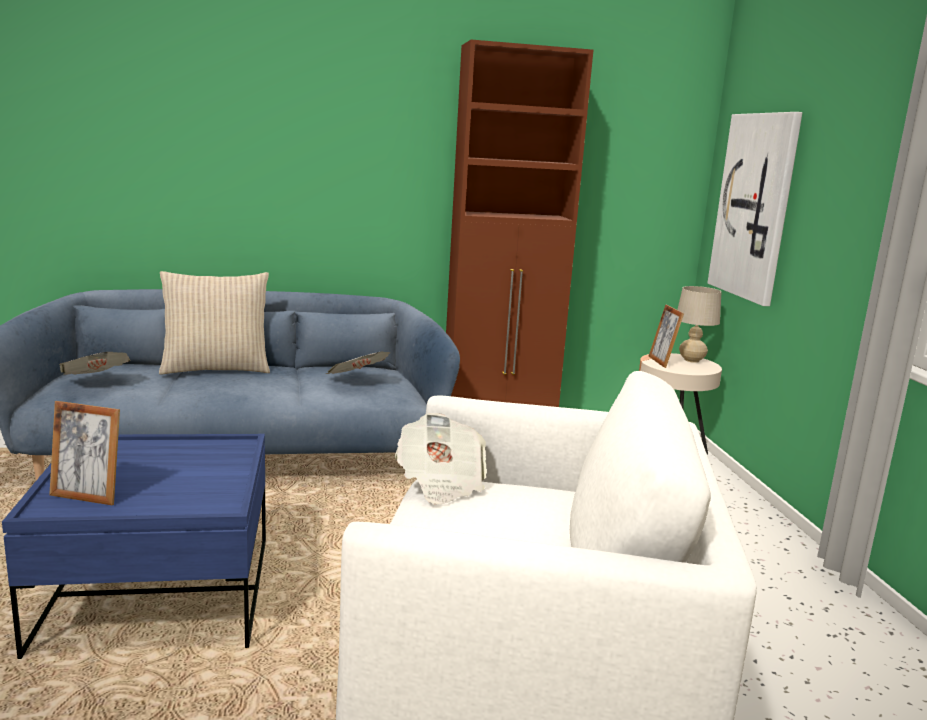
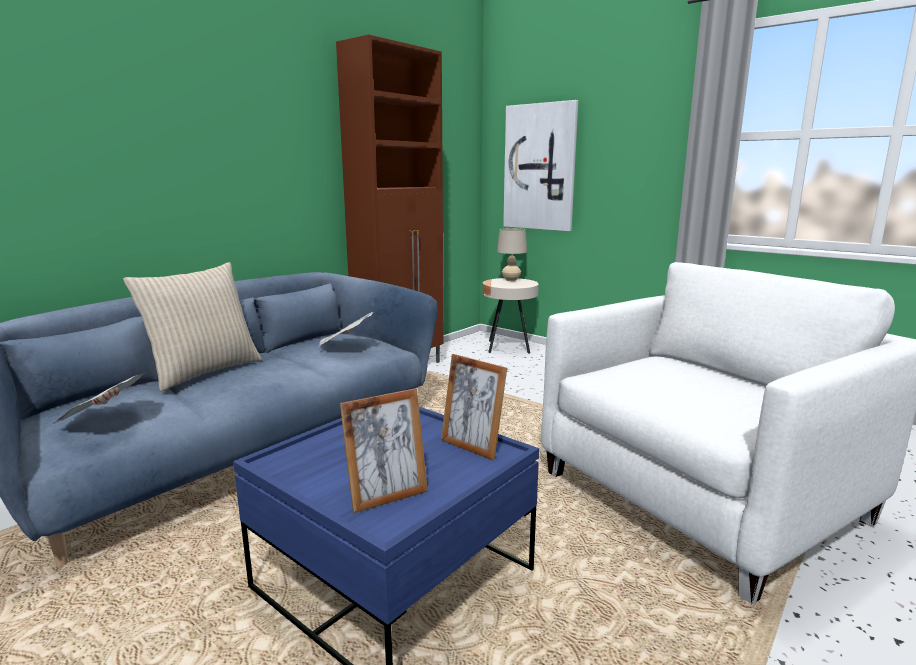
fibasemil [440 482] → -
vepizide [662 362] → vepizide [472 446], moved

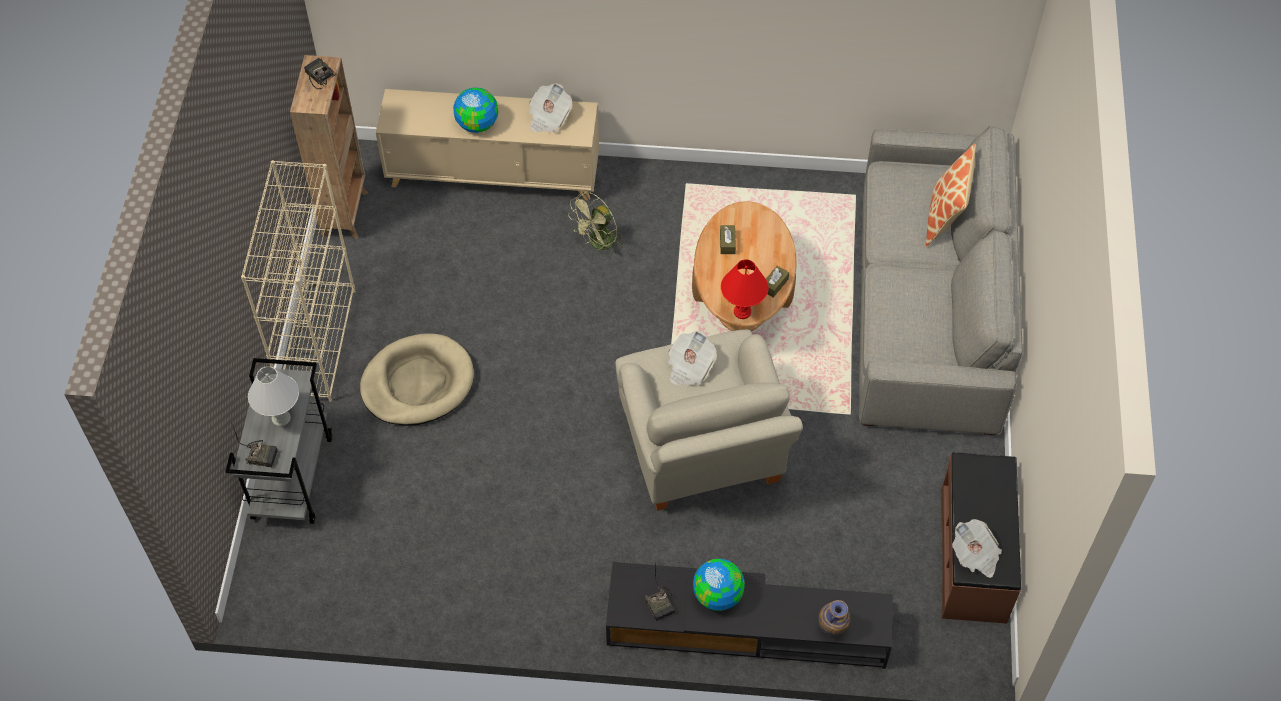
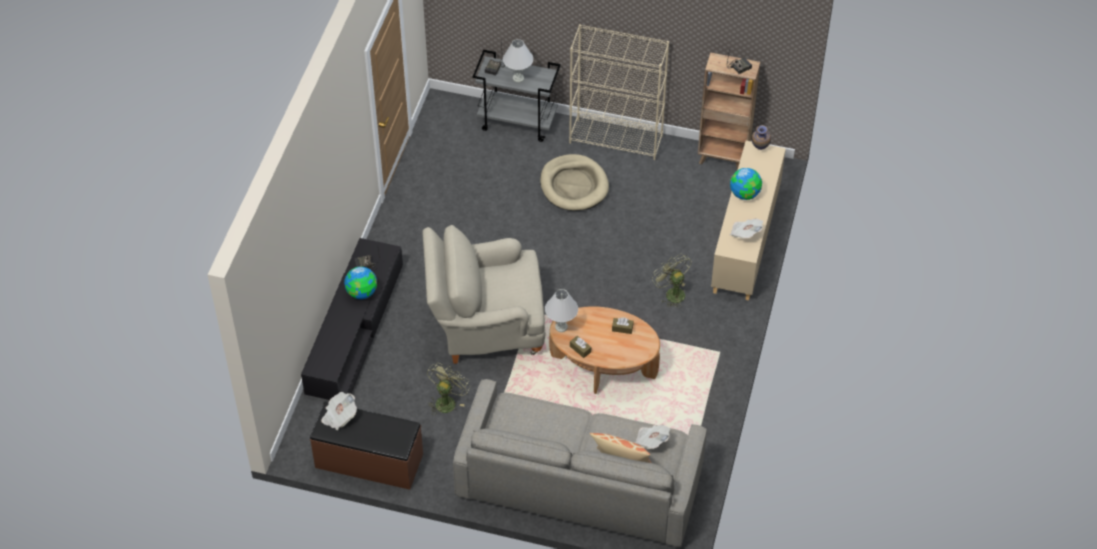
- → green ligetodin [446 400]
fibasemil [689 367] → fibasemil [651 441], moved
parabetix [832 629] → parabetix [759 149], moved
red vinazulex [742 311] → white vinazulex [561 327]

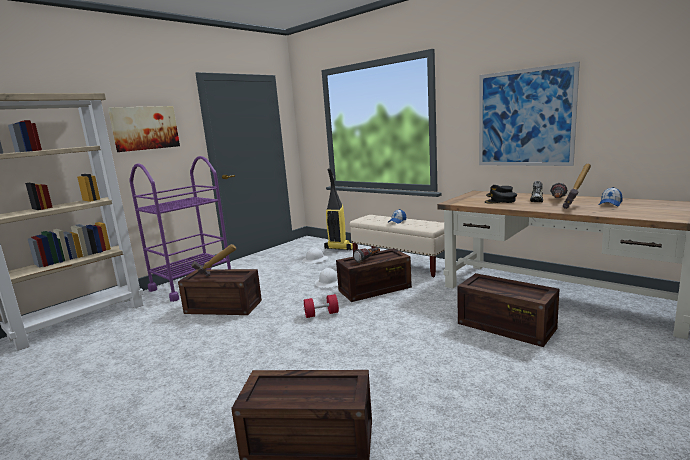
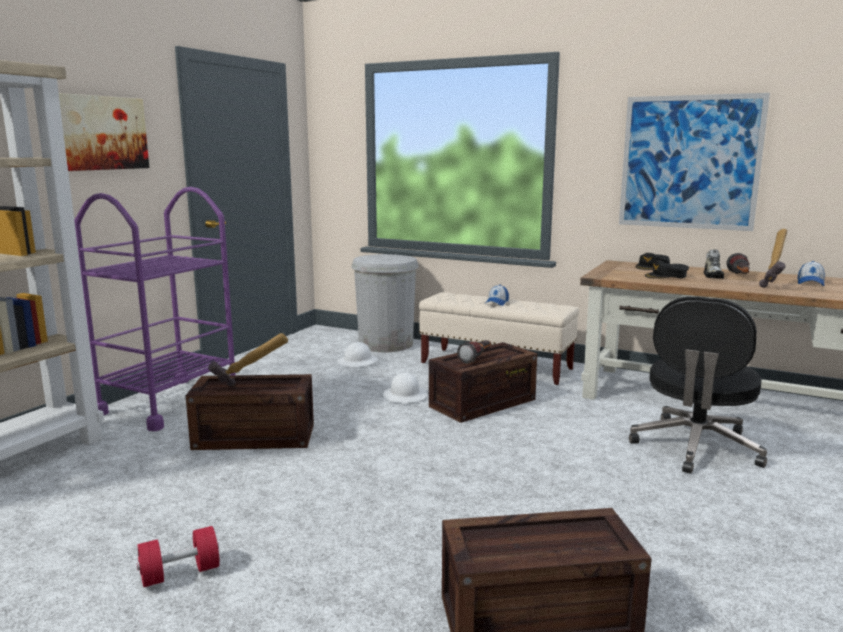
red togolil [321 314] → red togolil [180 573], moved
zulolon [340 248] → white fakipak [386 344]
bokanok [504 326] → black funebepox [695 447]

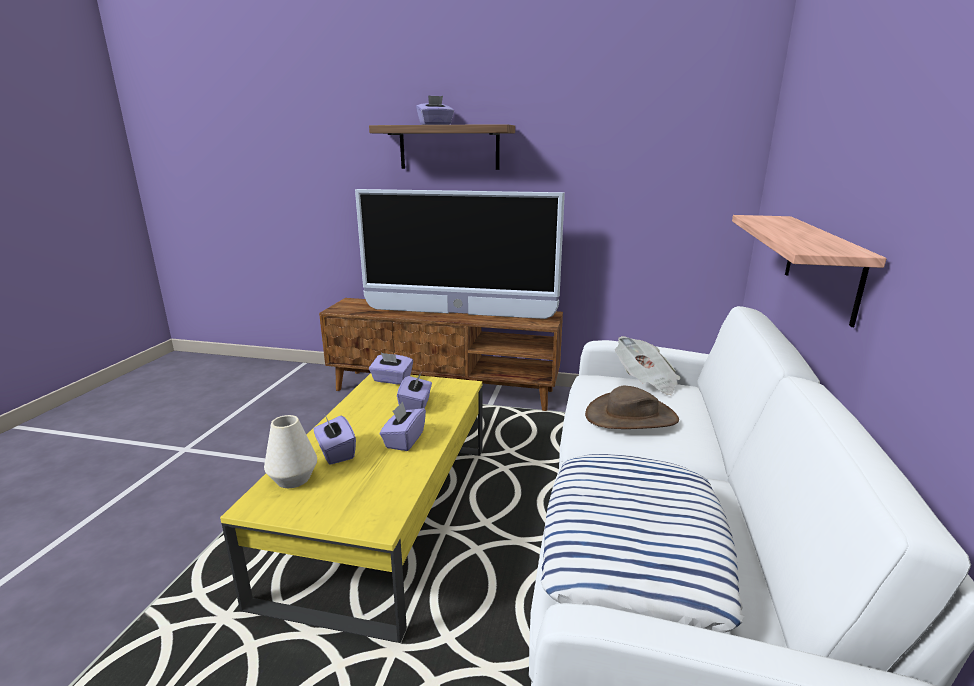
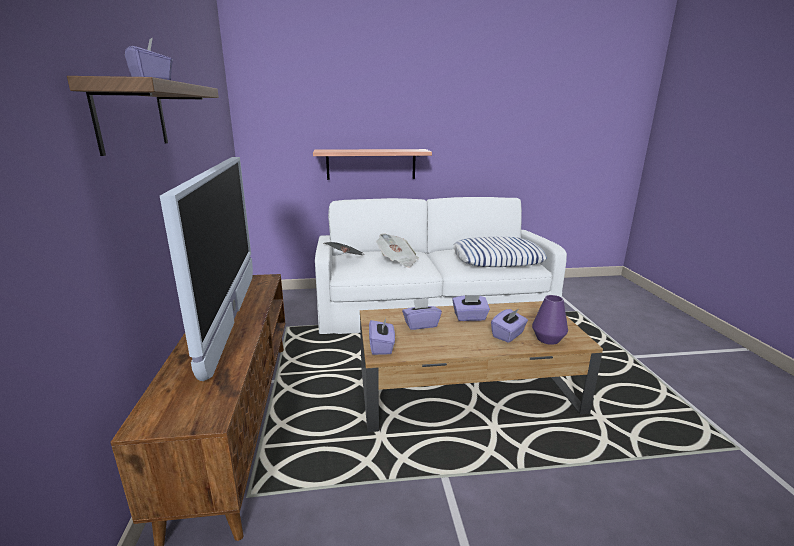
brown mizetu [631 417] → fibasemil [397 261]
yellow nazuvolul [385 516] → brown nazuvolul [467 389]
white parabetix [293 479] → purple parabetix [548 339]

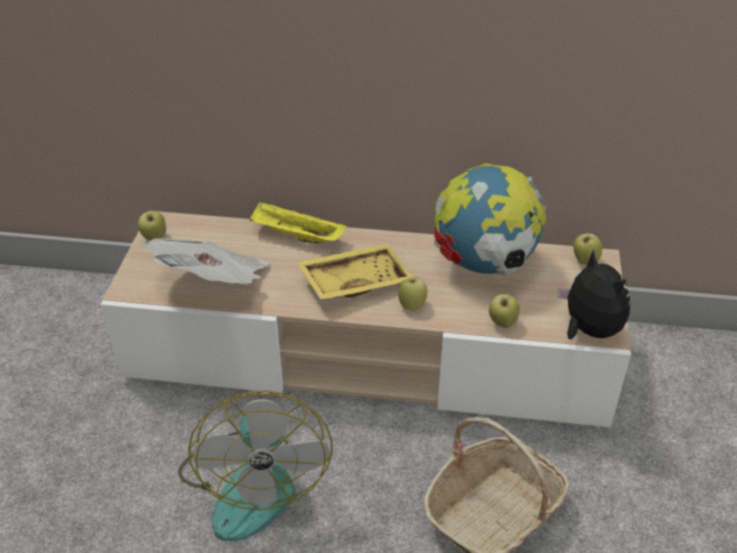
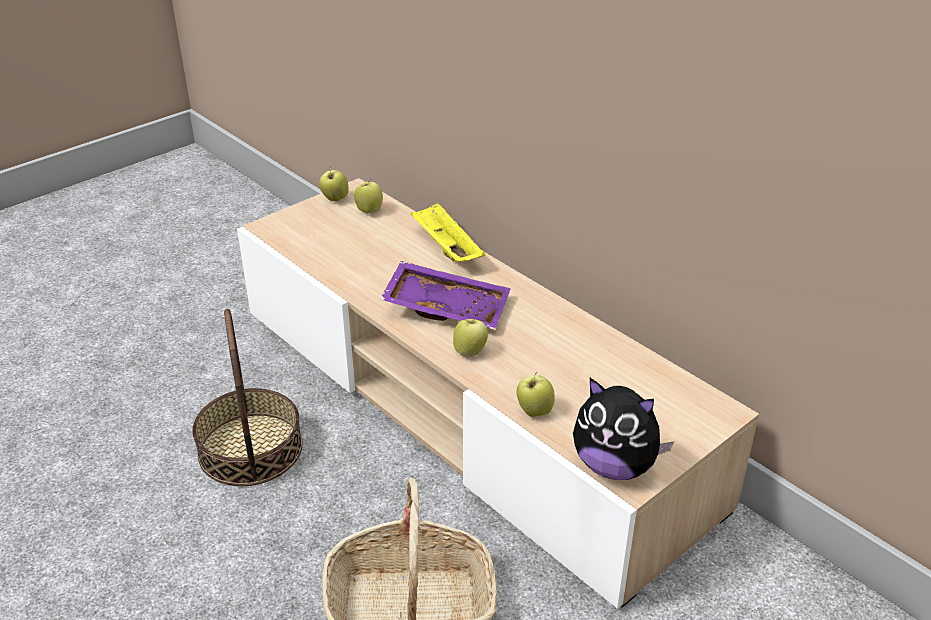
fibasemil [214 283] → -
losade [484 264] → -
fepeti [584 261] → fepeti [369 210], moved
ligetodin [253 482] → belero [251 449]
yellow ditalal [355 281] → purple ditalal [447 307]
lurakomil [588 330] → lurakomil [614 466], 105 degrees clockwise

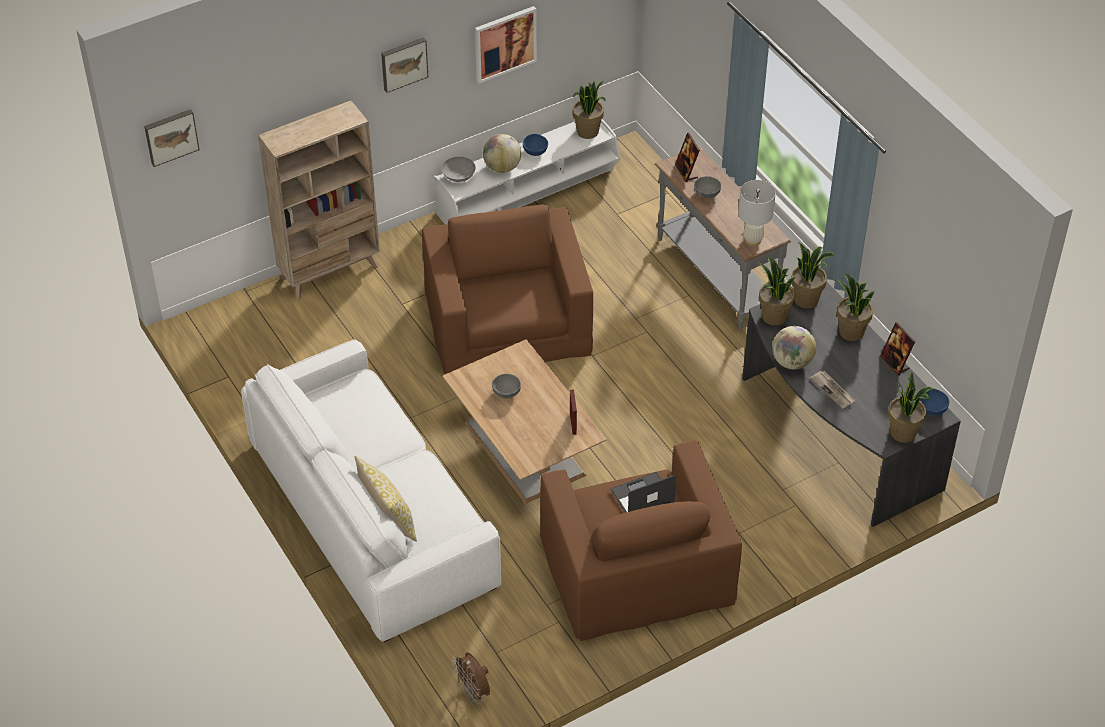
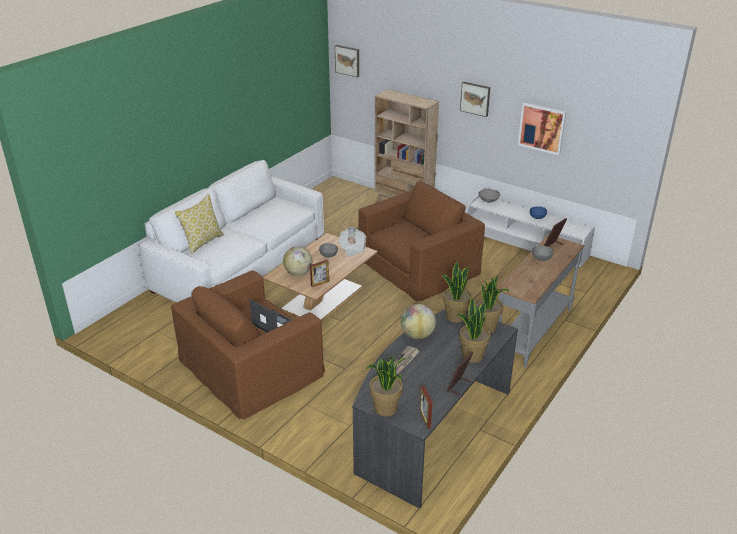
brown ligetodin [474 691] → -
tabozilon [588 132] → -
white vinazulex [752 240] → -
- → fibasemil [352 249]
losade [502 167] → losade [298 273], moved
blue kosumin [933 408] → vepizide [425 419]

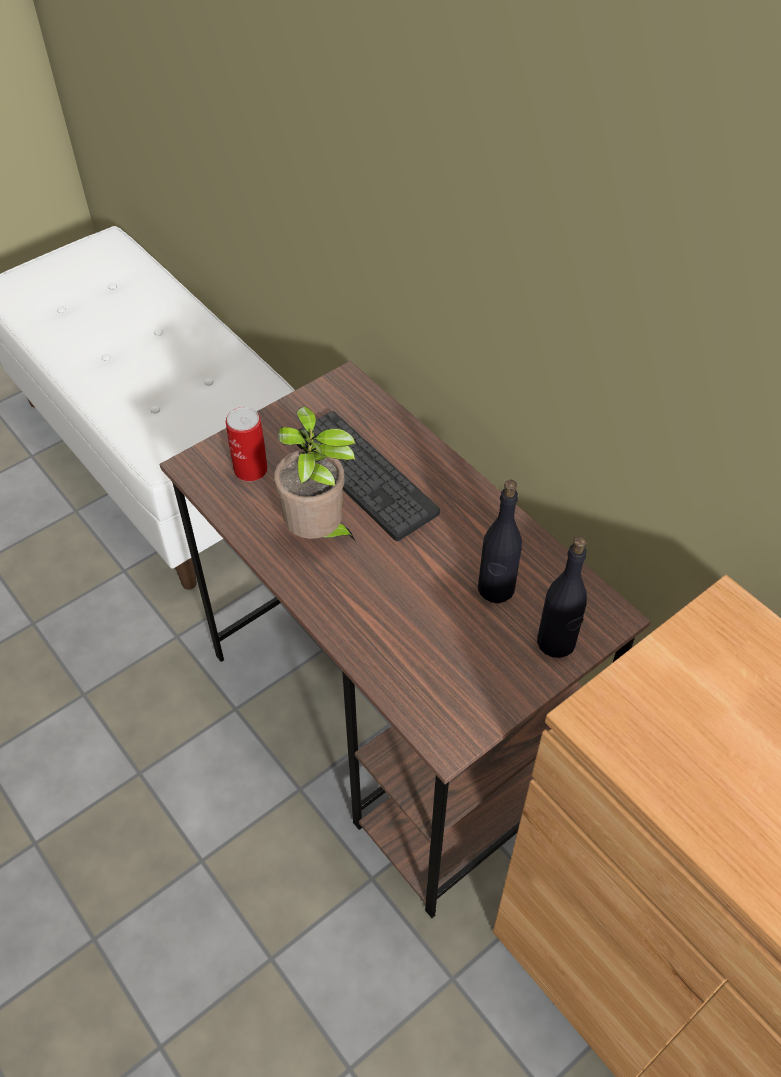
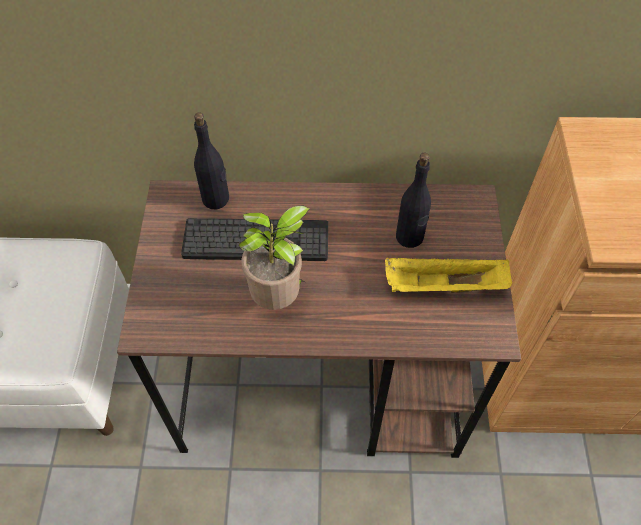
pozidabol [250 469] → -
- → yellow ditalal [443 287]
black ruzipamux [556 642] → black ruzipamux [216 199], moved

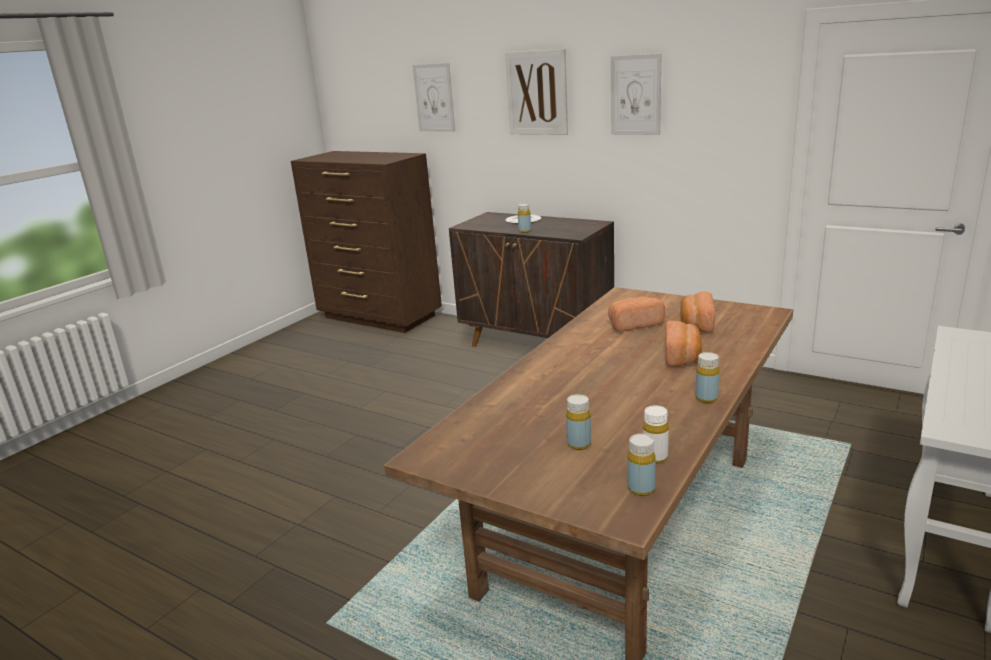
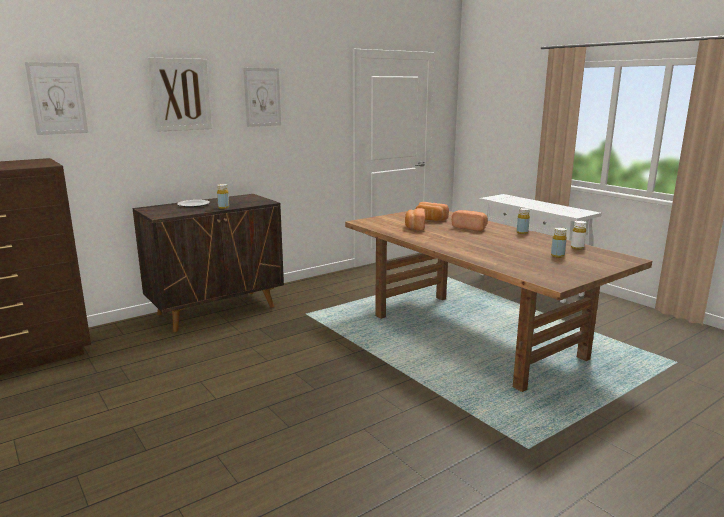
yellow ruzipamux [641 489] → -

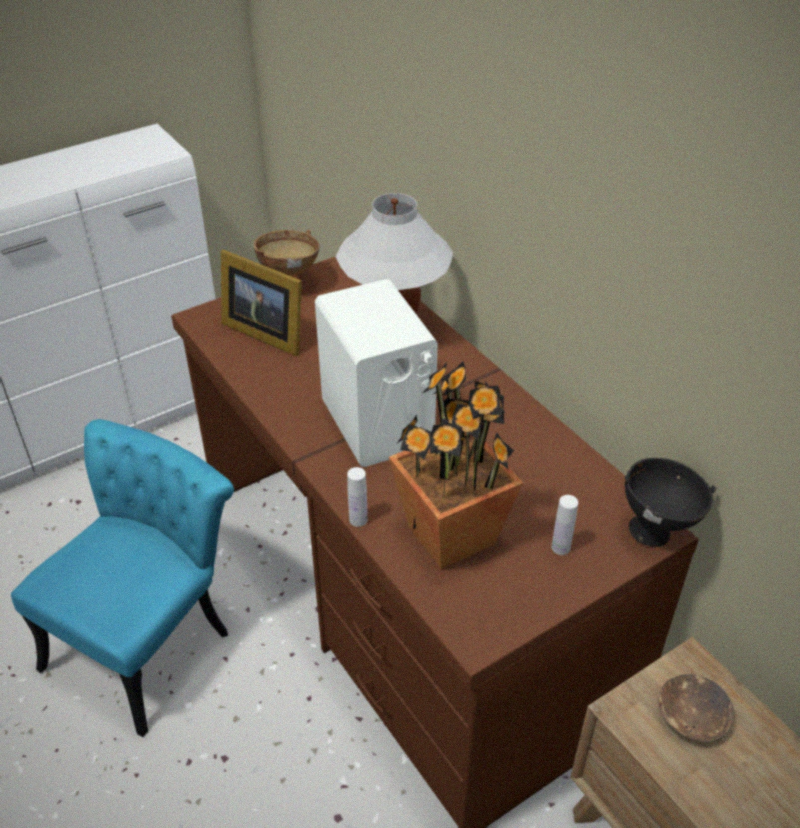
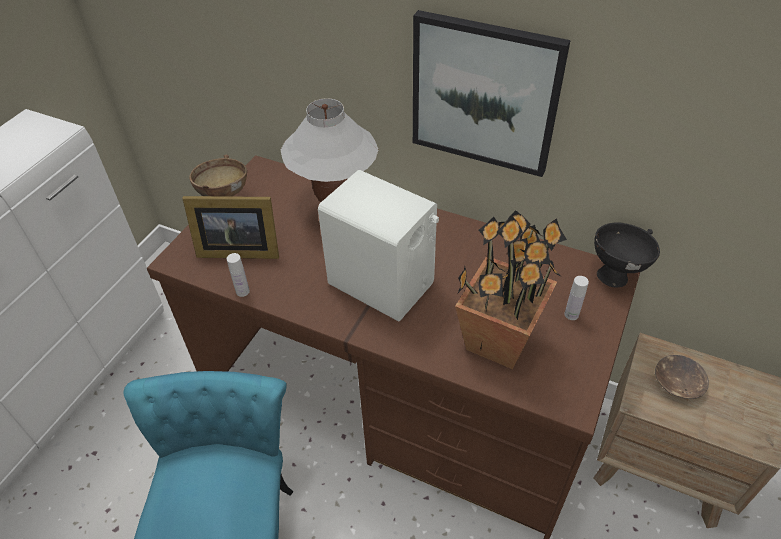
- → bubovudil [484 94]
white ruzipamux [358 519] → white ruzipamux [242 291], moved

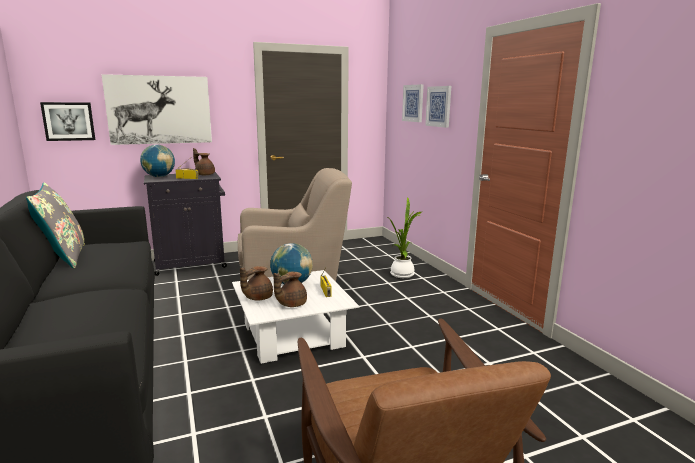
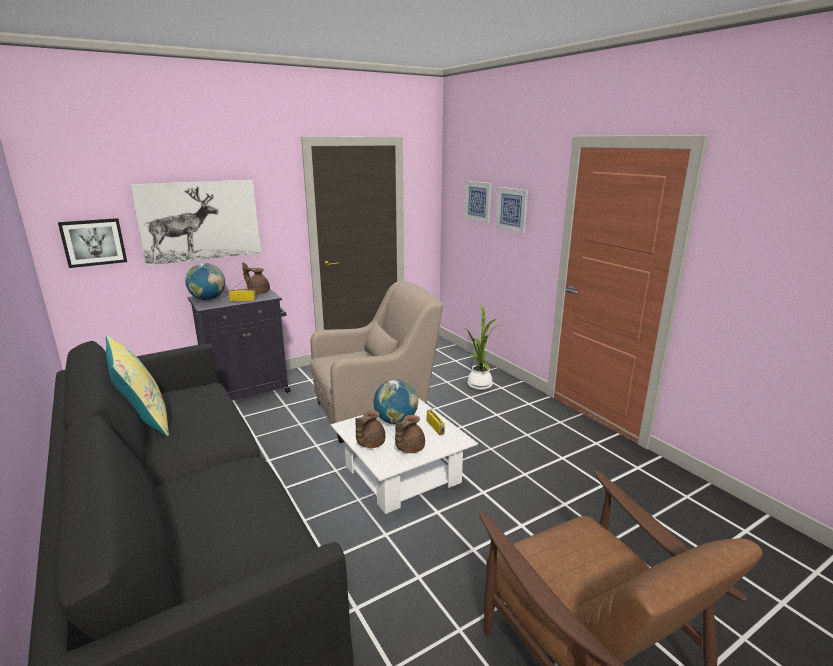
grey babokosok [64 257] → yellow babokosok [144 421]

